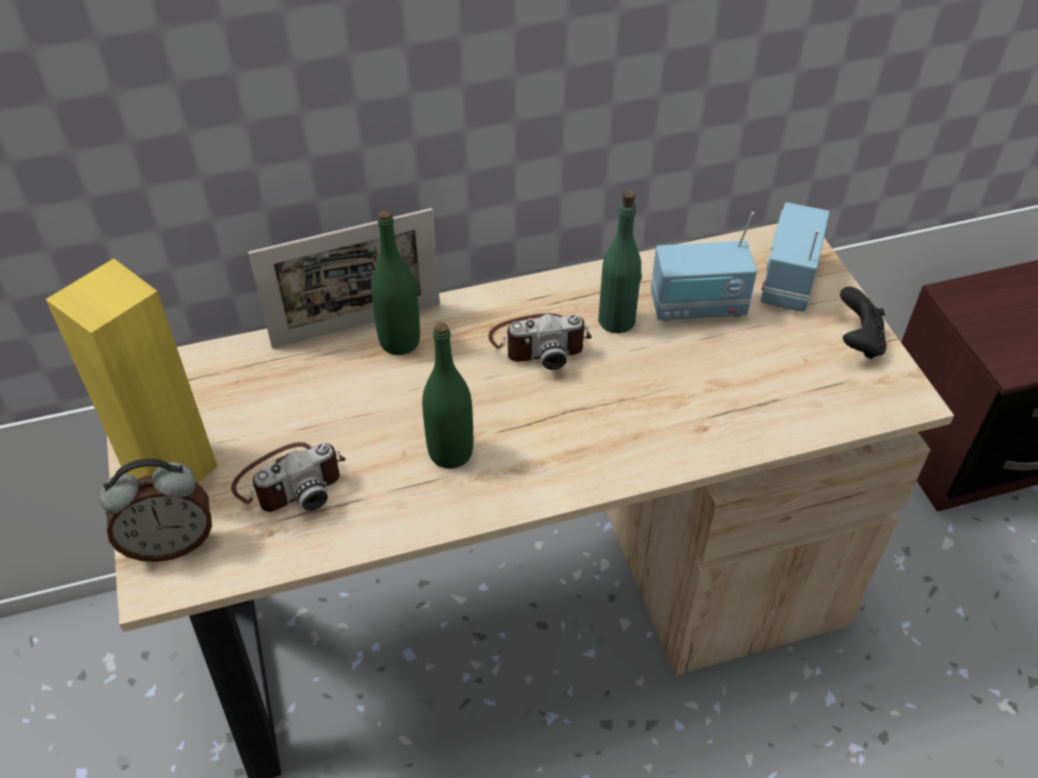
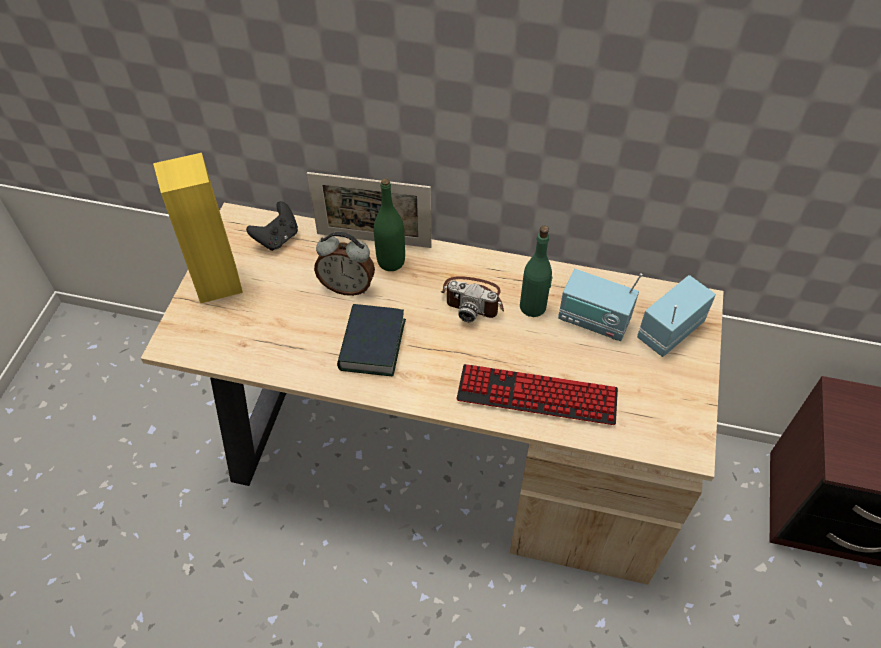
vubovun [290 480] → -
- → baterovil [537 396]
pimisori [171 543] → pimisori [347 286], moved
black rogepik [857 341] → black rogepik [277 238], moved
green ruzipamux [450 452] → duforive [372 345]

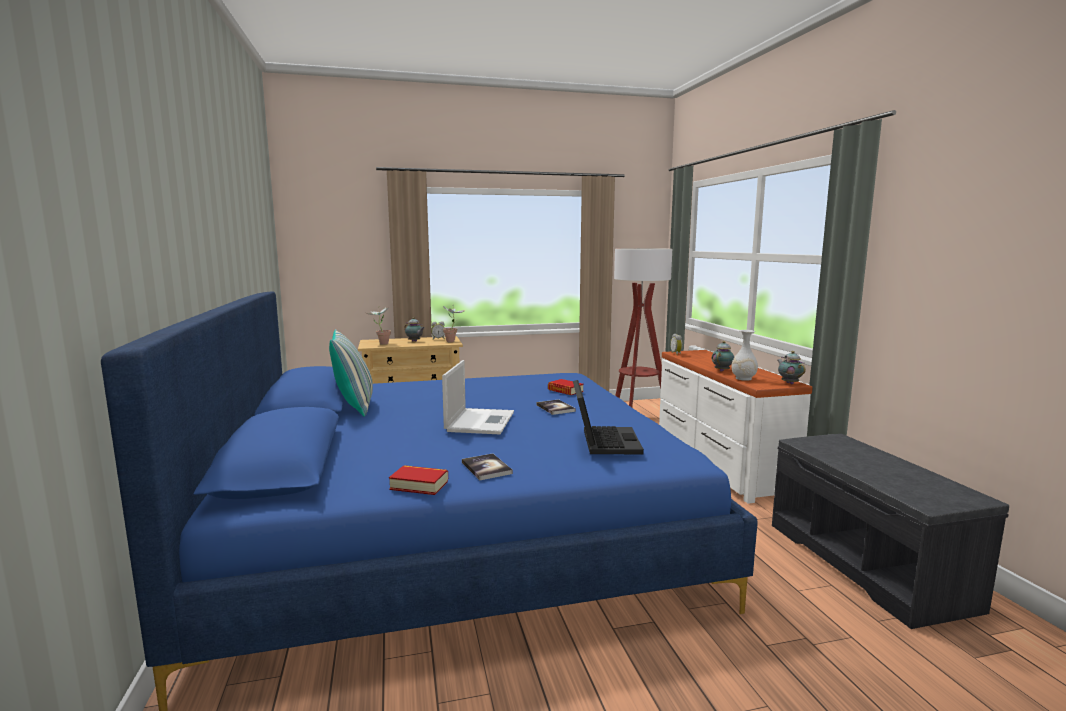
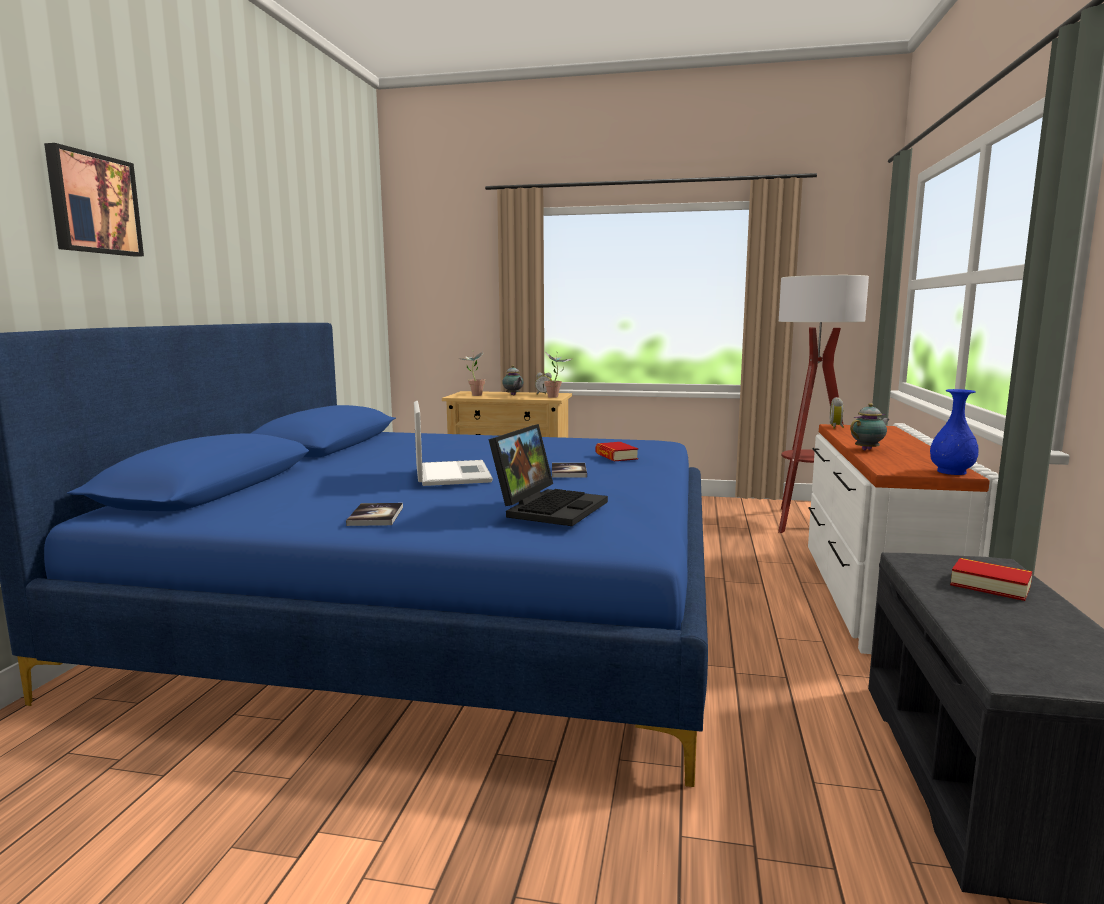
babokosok [354 406] → -
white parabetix [743 378] → -
- → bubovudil [92 204]
duforive [419 485] → duforive [990 586], moved
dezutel [789 383] → blue parabetix [952 472]
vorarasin [480 421] → vorarasin [451 473], 45 degrees counterclockwise

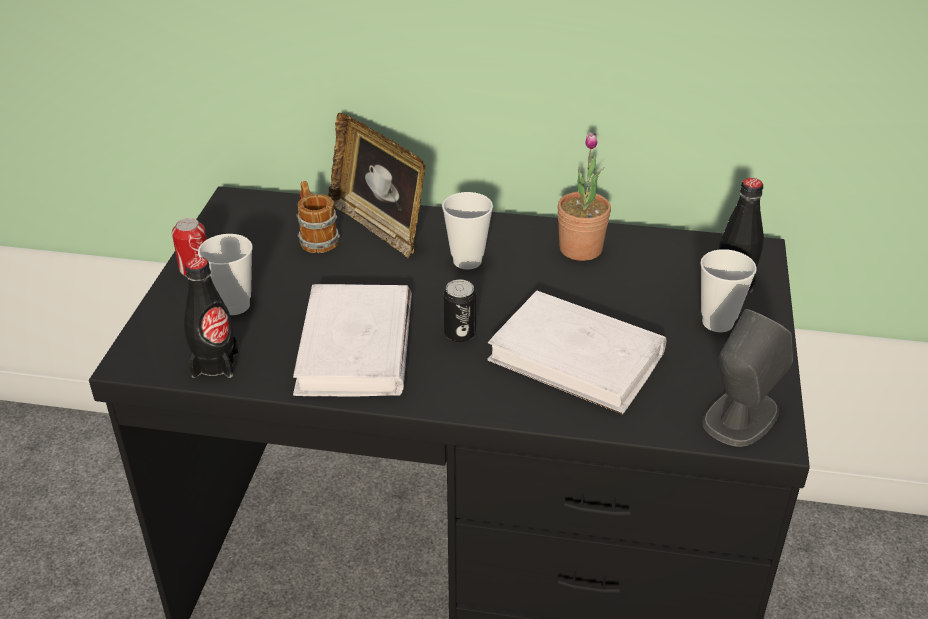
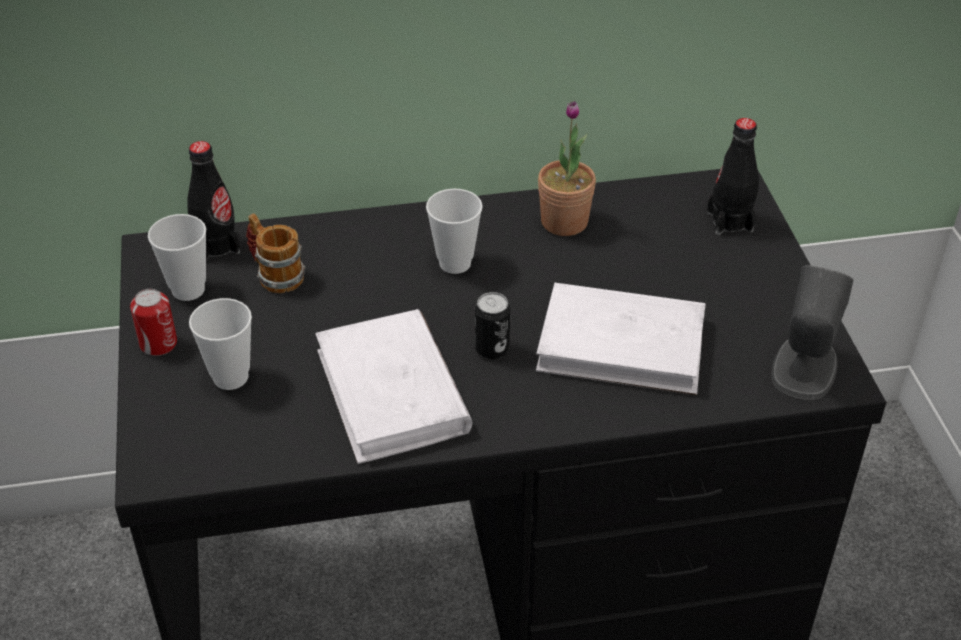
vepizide [379 226] → -
black ruzipamux [215 364] → black ruzipamux [217 245], moved
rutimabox [717 322] → rutimabox [188 290], moved

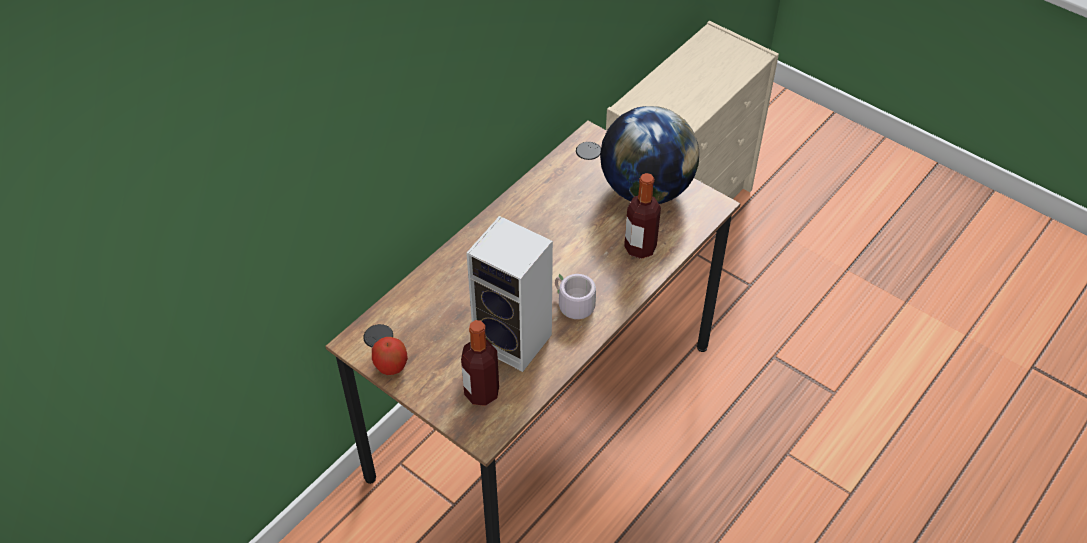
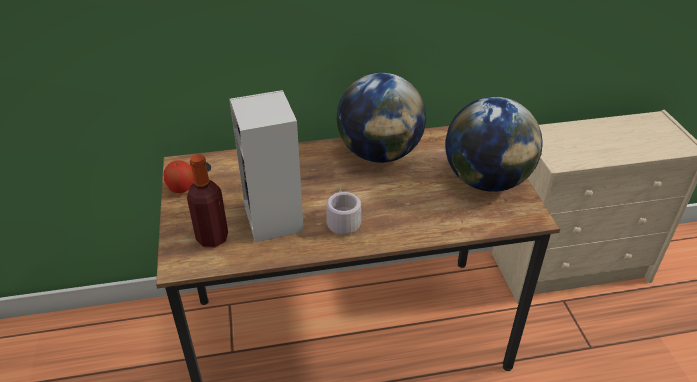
ruzipamux [640 248] → -
- → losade [379 153]

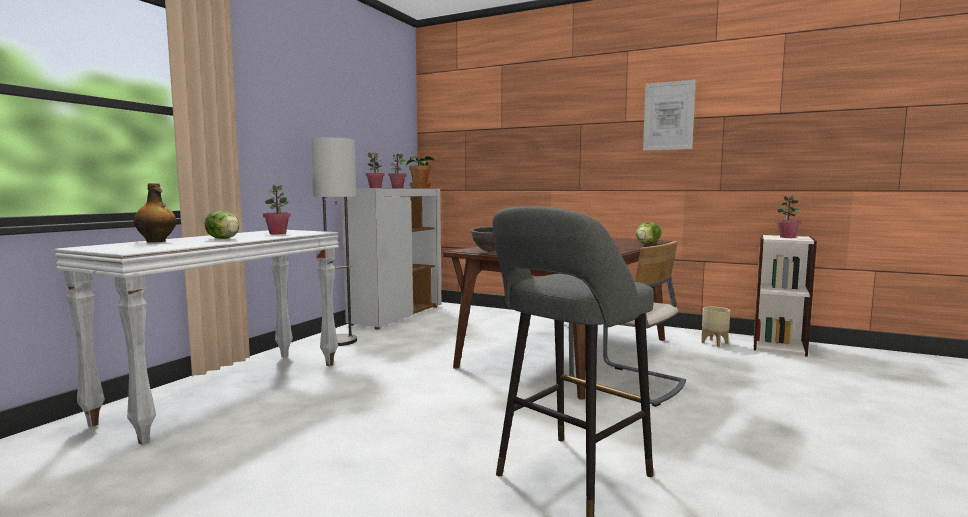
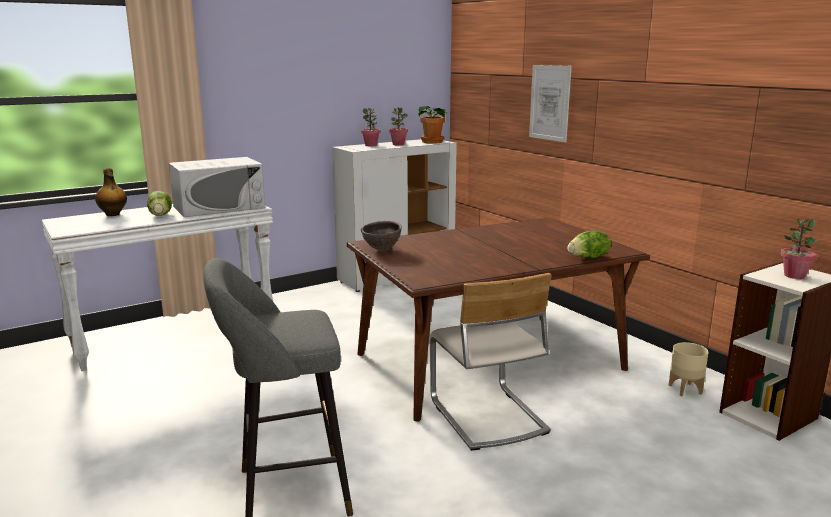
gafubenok [340 341] → -
bubovudil [668 116] → bubovudil [550 103], moved
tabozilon [278 233] → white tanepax [219 207]

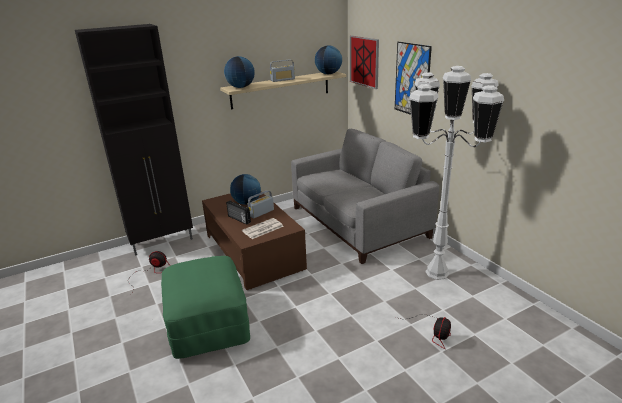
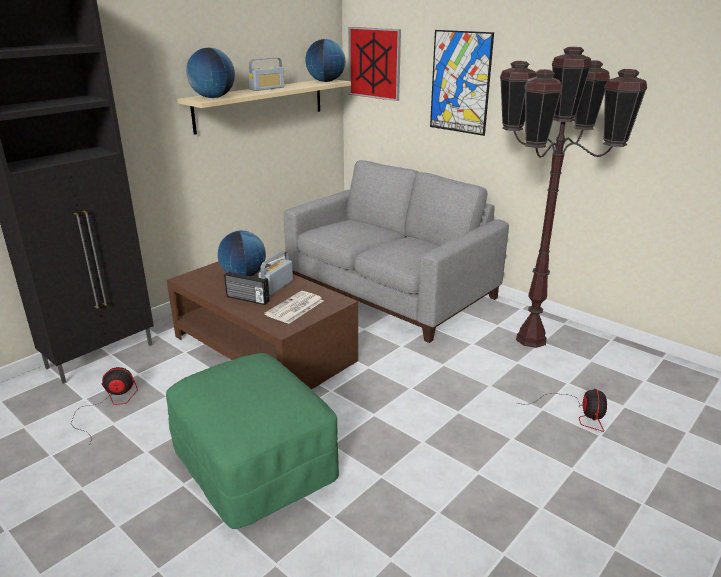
white gafubenok [437 273] → brown gafubenok [532 339]

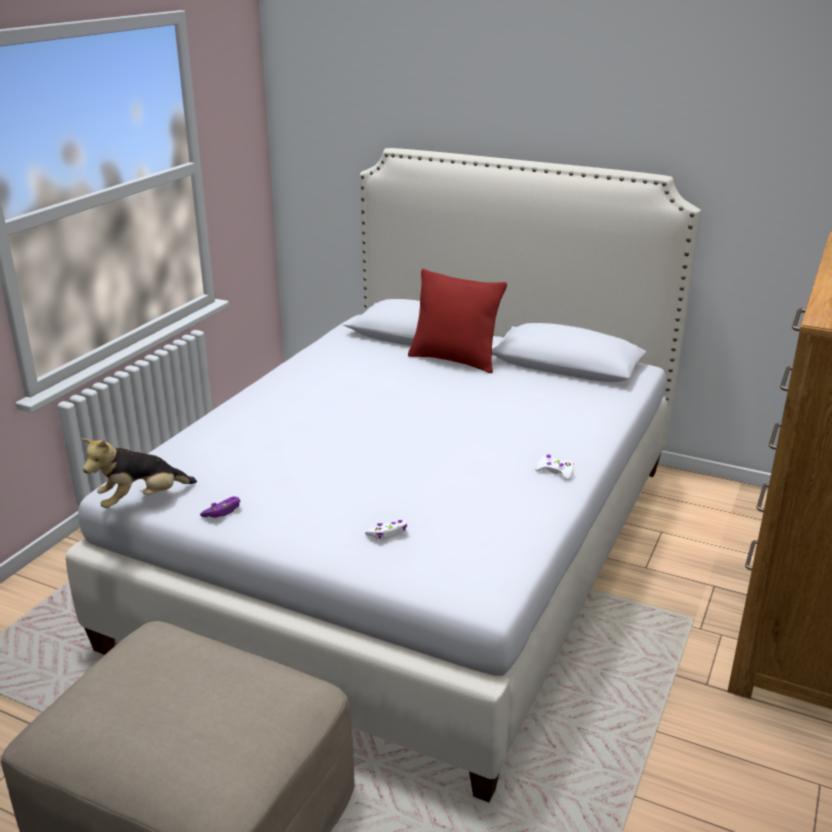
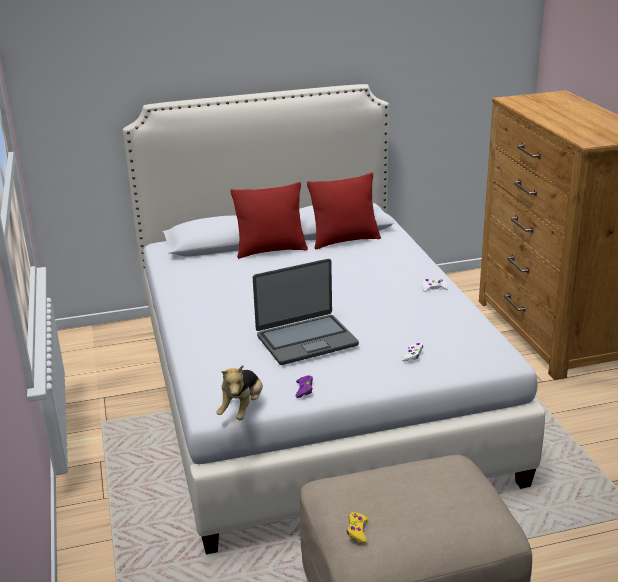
- → vorarasin [306 340]
- → red babokosok [345 240]
- → yellow rogepik [357 530]

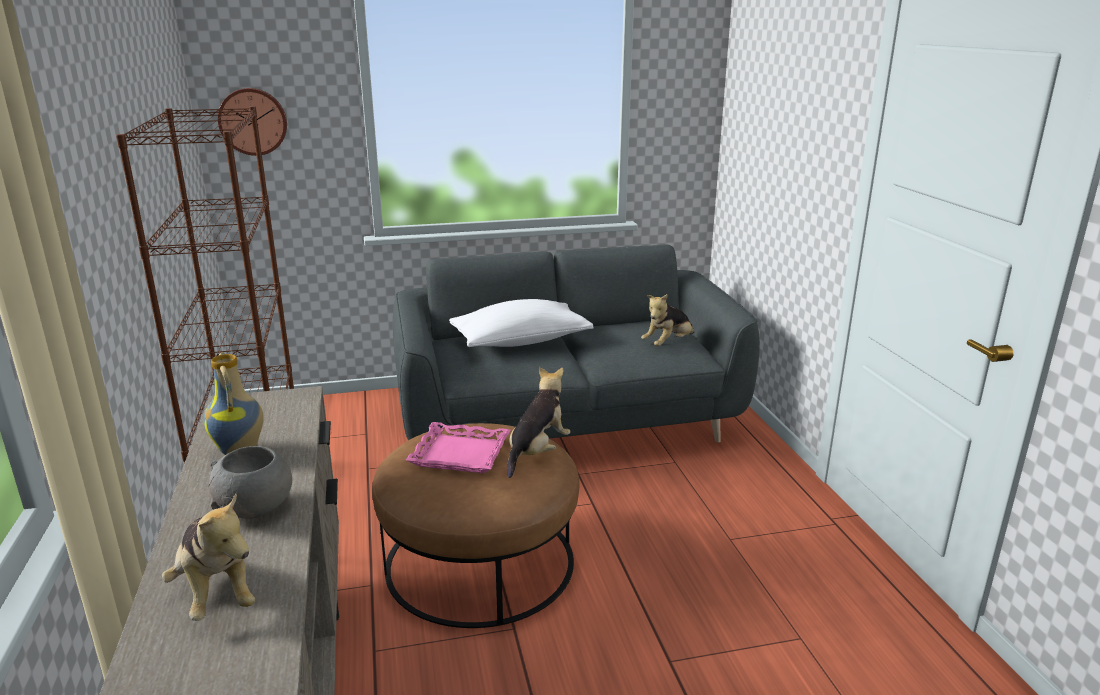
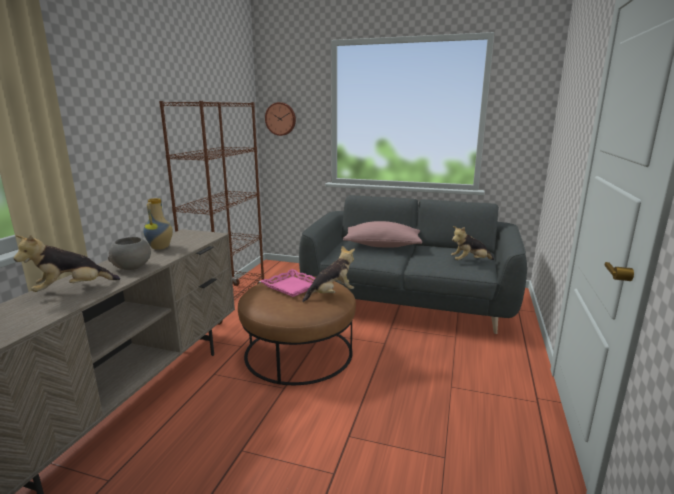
white babokosok [520 341] → pink babokosok [382 245]
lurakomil [216 592] → lurakomil [72 290], 60 degrees clockwise

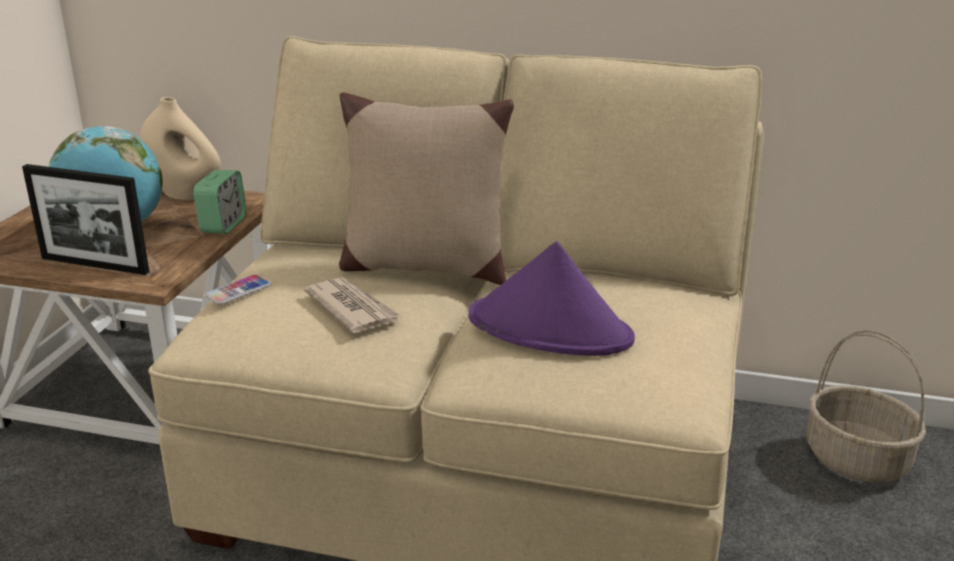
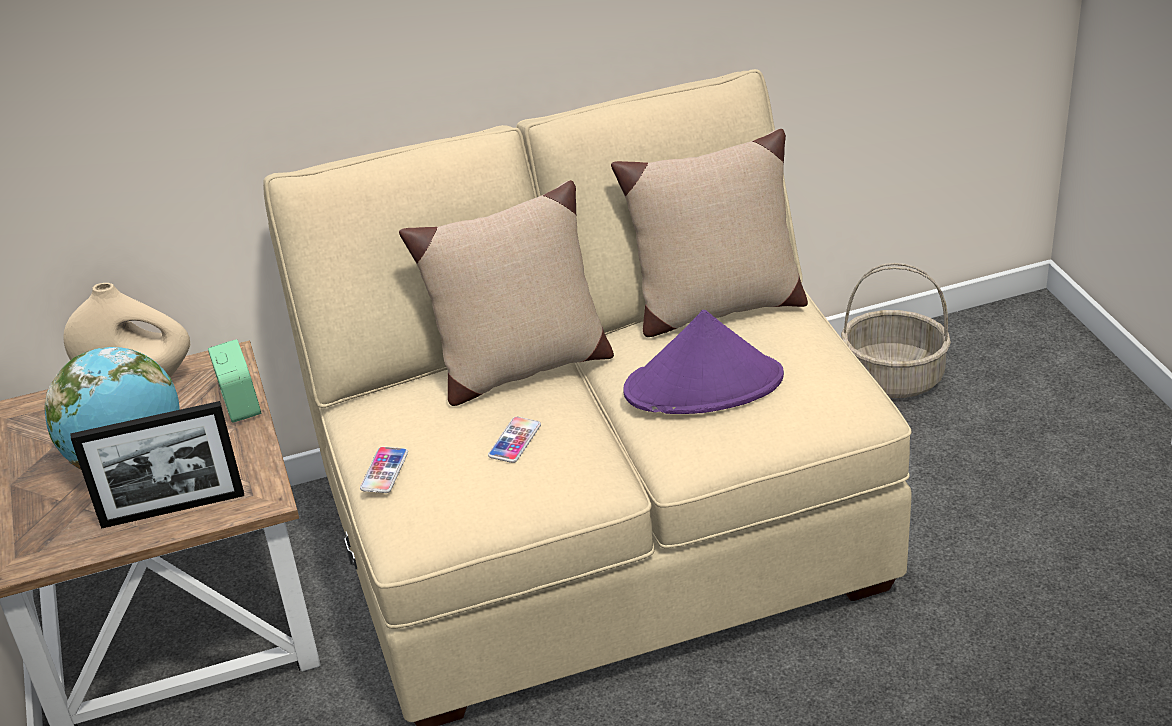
- → beige babokosok [715 308]
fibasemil [352 308] → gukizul [514 441]

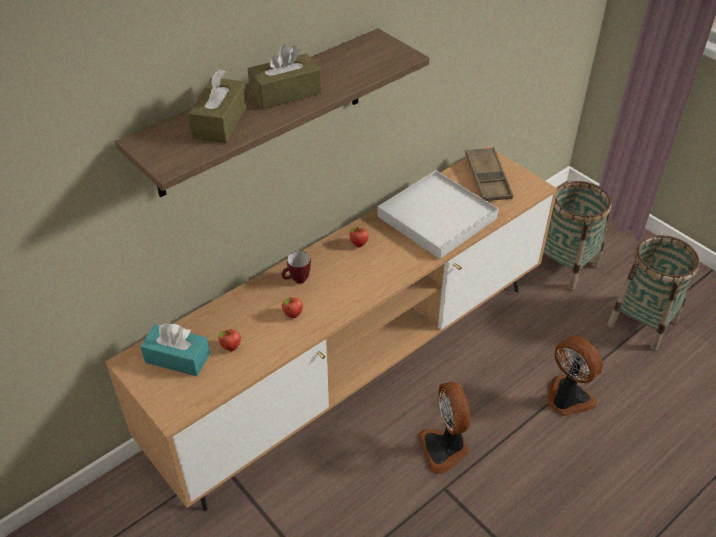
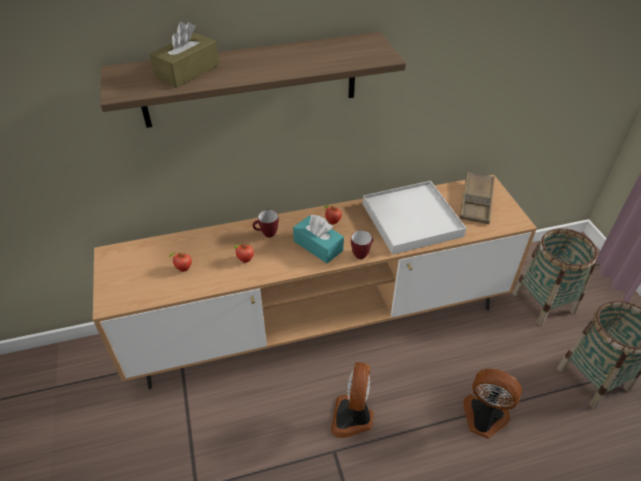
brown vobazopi [285 93] → -
- → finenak [362 254]
turquoise vobazopi [177 358] → turquoise vobazopi [318 246], moved
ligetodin [567 399] → ligetodin [483 419], 45 degrees counterclockwise

